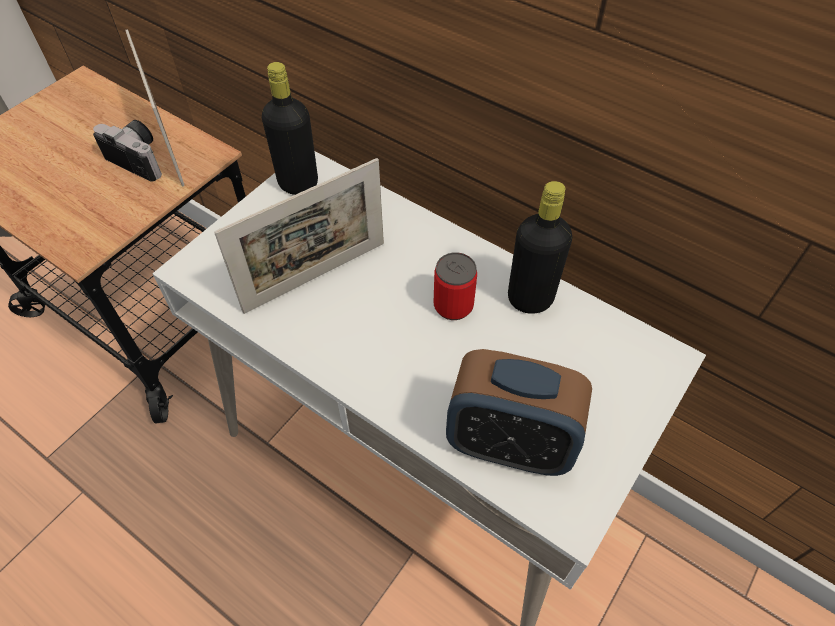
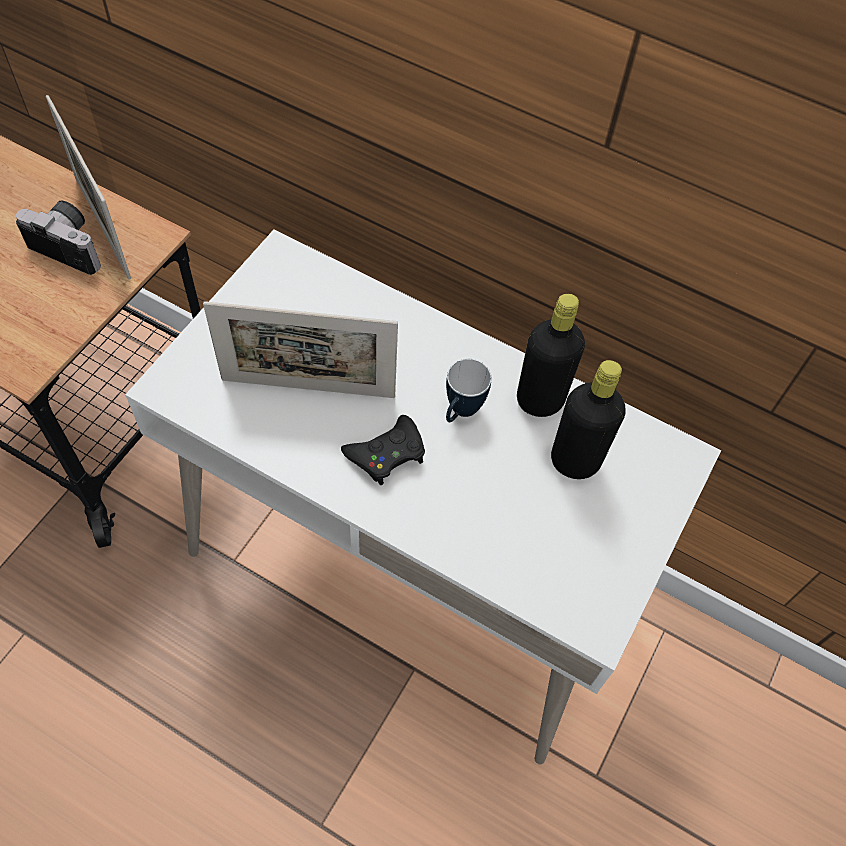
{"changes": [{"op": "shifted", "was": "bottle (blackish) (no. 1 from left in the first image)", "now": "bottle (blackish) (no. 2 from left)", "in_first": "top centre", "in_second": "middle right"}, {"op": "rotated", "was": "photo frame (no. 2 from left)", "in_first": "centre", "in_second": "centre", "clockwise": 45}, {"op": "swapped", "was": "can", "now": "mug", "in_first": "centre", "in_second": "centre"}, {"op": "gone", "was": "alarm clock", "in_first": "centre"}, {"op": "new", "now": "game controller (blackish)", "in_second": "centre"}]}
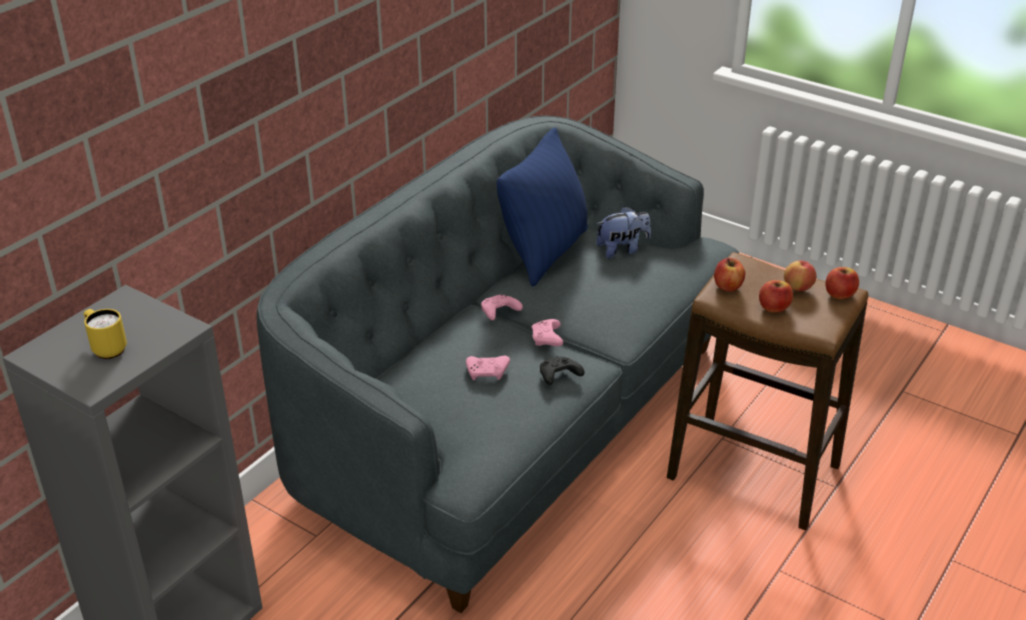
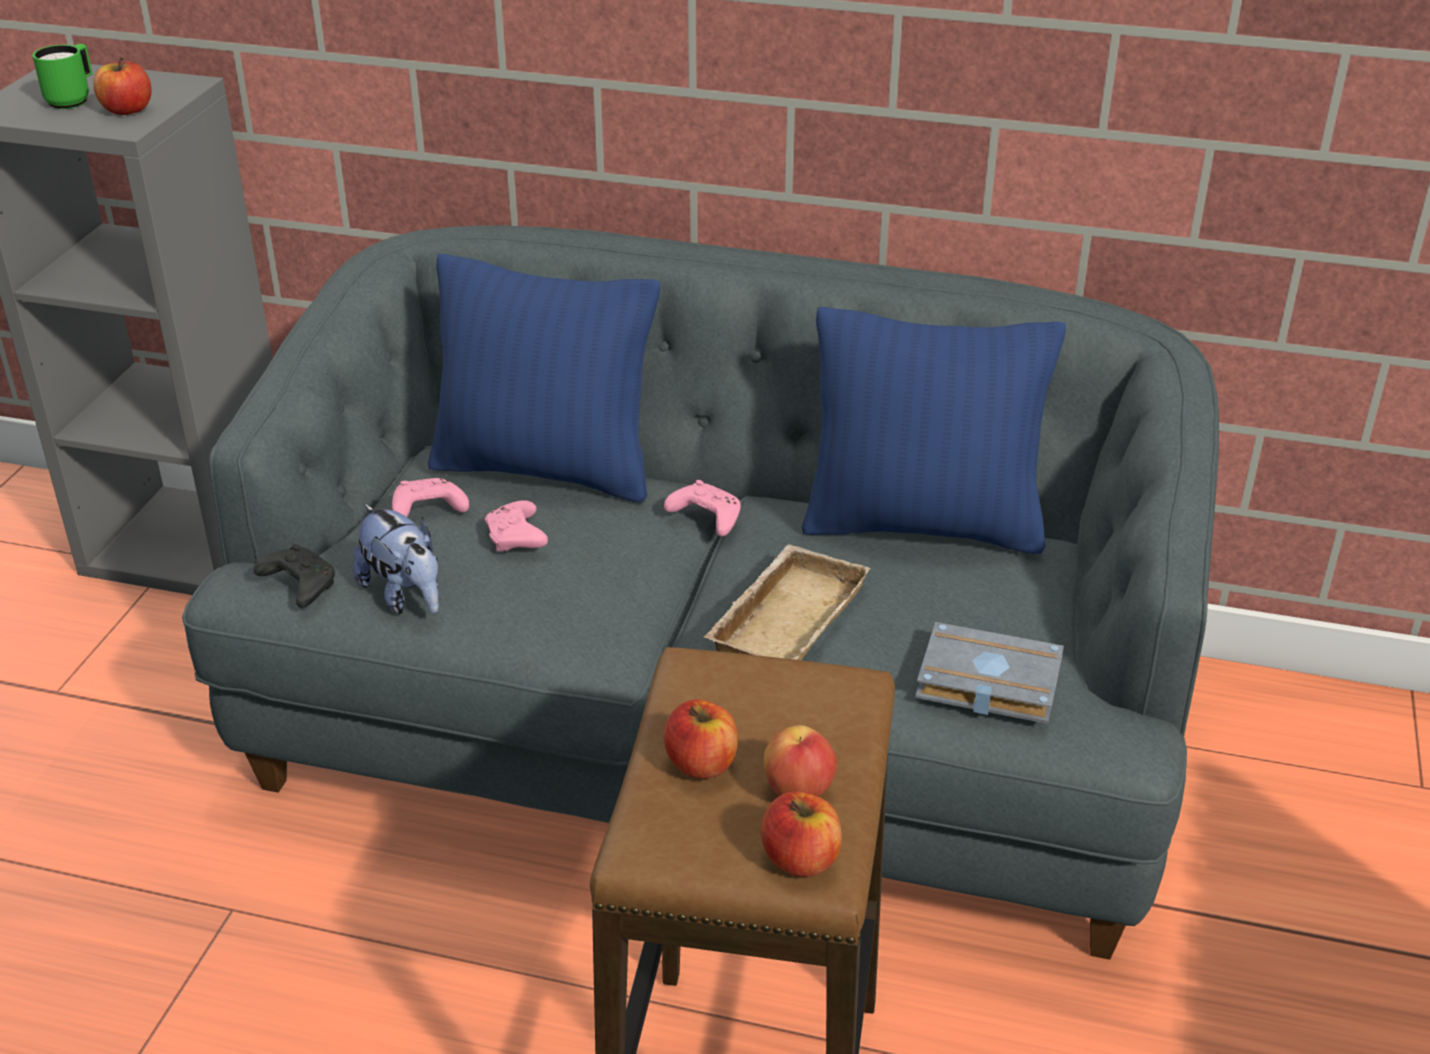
{"changes": [{"op": "shifted", "was": "cuddly toy", "in_first": "centre", "in_second": "middle left"}, {"op": "shifted", "was": "apple (no. 1 from left)", "in_first": "middle right", "in_second": "top left"}, {"op": "repainted", "was": "mug (yellow-coloured)", "now": "mug (greenish)", "in_first": "middle left", "in_second": "top left"}, {"op": "shifted", "was": "game controller (pinkish) (no. 3 from left in the first image)", "now": "game controller (pinkish) (no. 1 from left)", "in_first": "centre", "in_second": "middle left"}, {"op": "shifted", "was": "game controller (blackish)", "in_first": "centre", "in_second": "middle left"}, {"op": "new", "now": "cushion (blue-coloured) (no. 1 from left)", "in_second": "centre"}, {"op": "new", "now": "carrying tray (beige)", "in_second": "centre"}, {"op": "new", "now": "book (gray)", "in_second": "middle right"}]}
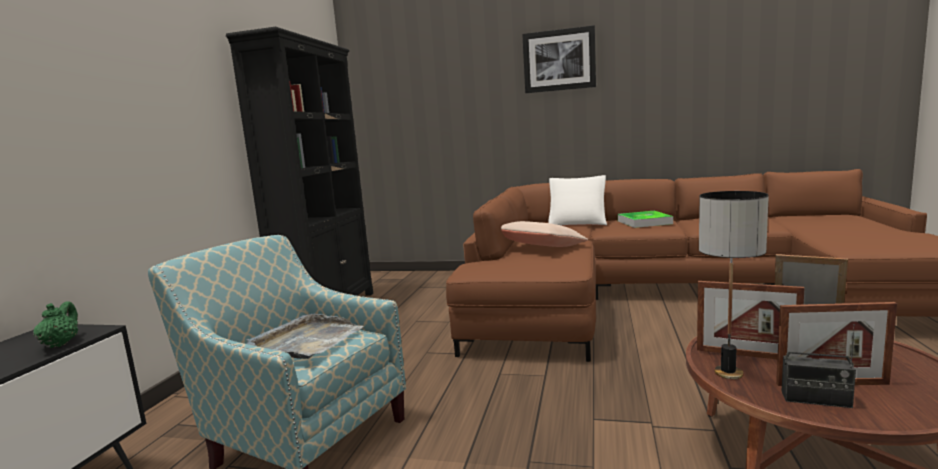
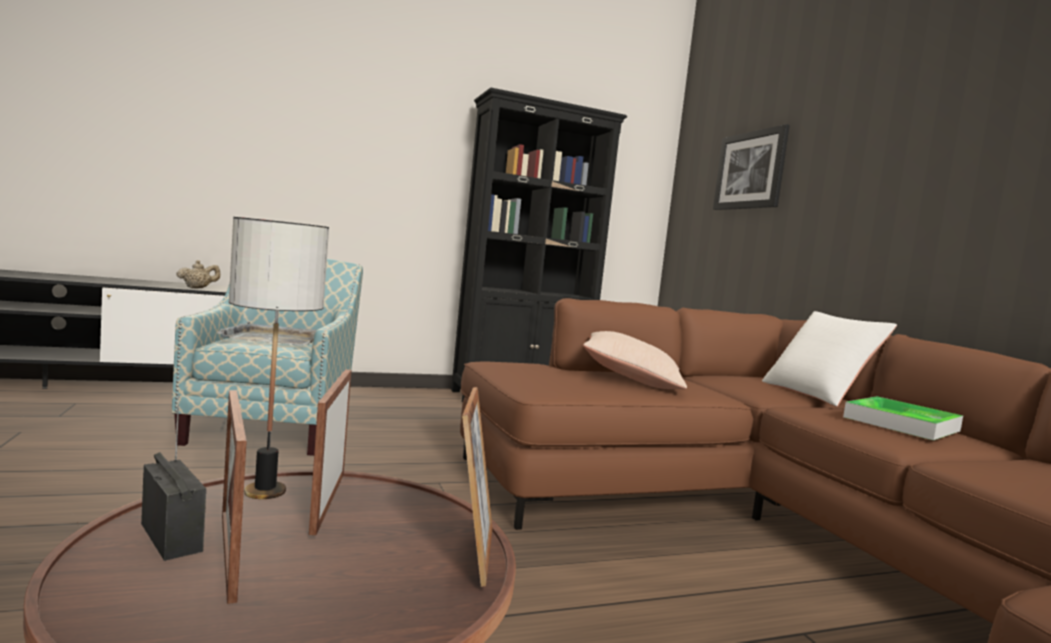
{"changes": [{"op": "shifted", "was": "wall art", "in_first": "top centre", "in_second": "top right"}, {"op": "repainted", "was": "teapot (greenish)", "now": "teapot (beige)", "in_first": "bottom left", "in_second": "middle left"}, {"op": "rotated", "was": "radio receiver", "in_first": "bottom right", "in_second": "bottom left", "clockwise": 150}]}
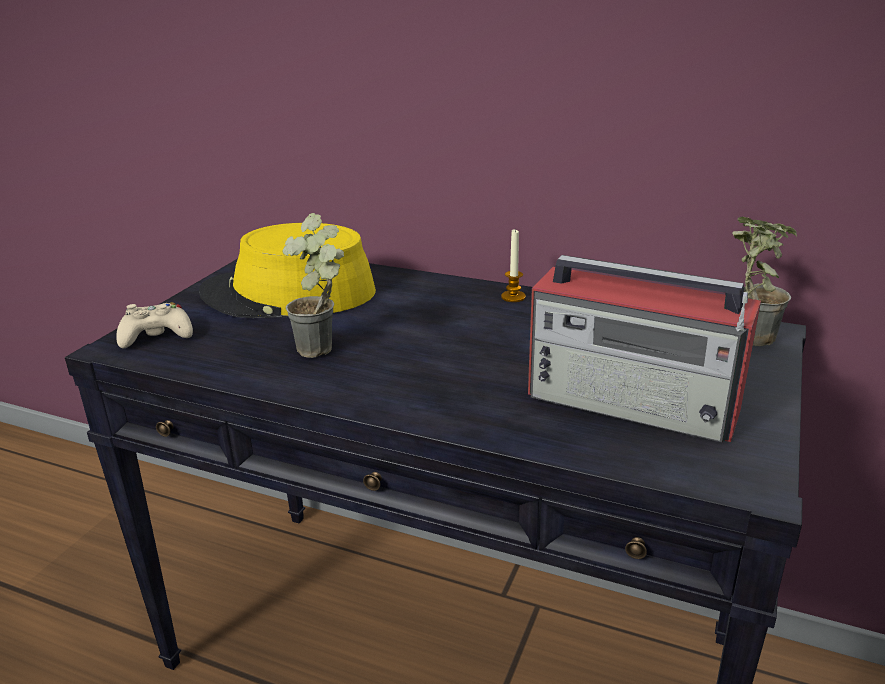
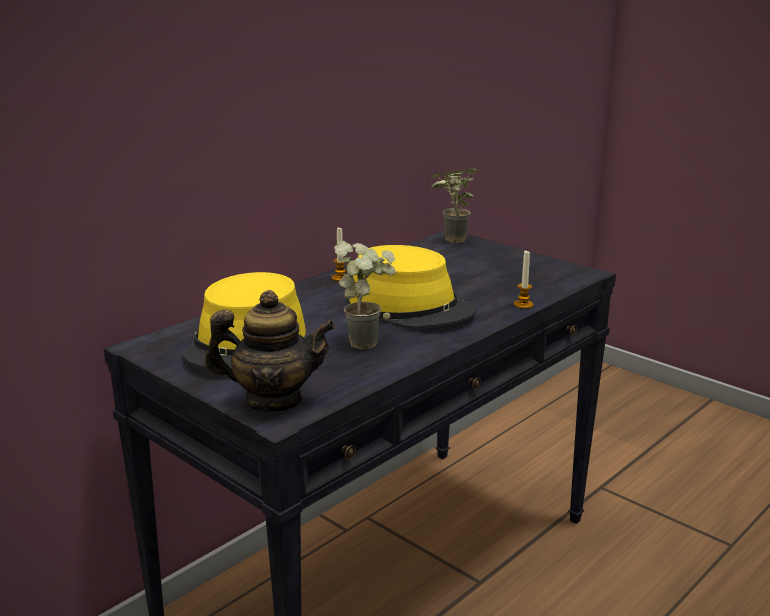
{"changes": [{"op": "gone", "was": "radio receiver", "in_first": "middle right"}, {"op": "swapped", "was": "game controller (beige)", "now": "teapot", "in_first": "middle left", "in_second": "centre"}, {"op": "new", "now": "hat (yellow-coloured) (no. 2 from left)", "in_second": "centre"}, {"op": "new", "now": "candle (no. 2 from left)", "in_second": "middle right"}]}
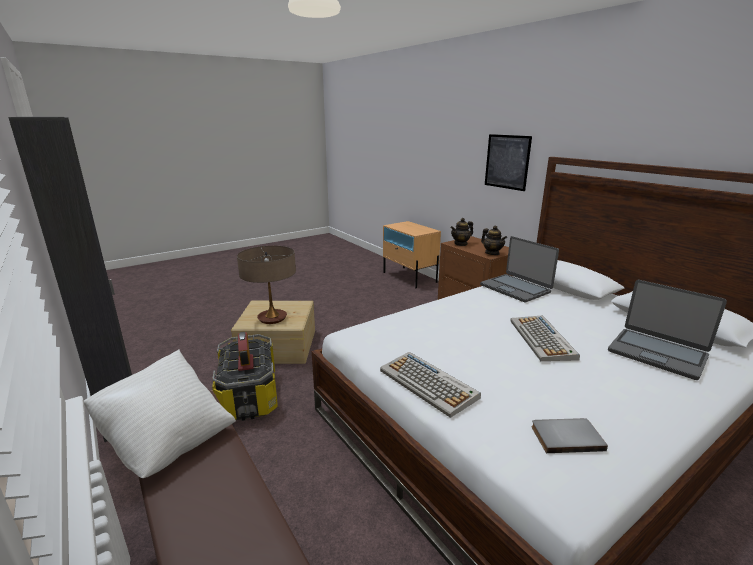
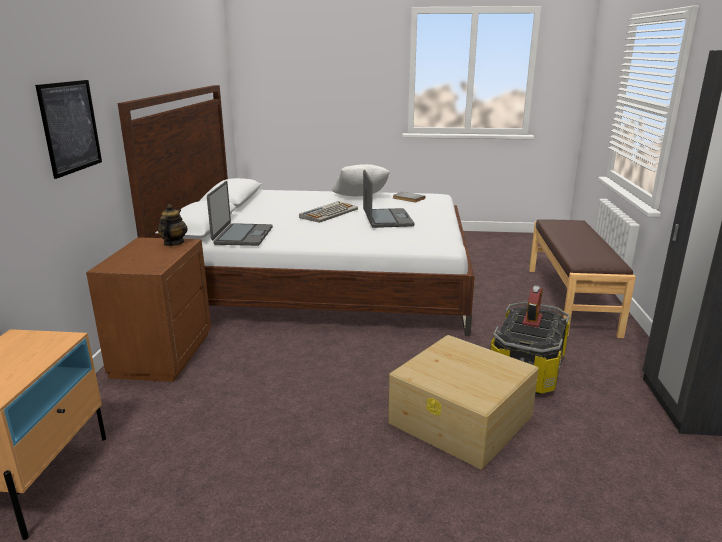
{"changes": [{"op": "gone", "was": "teapot (no. 1 from left)", "in_first": "centre"}, {"op": "gone", "was": "table lamp", "in_first": "centre"}, {"op": "shifted", "was": "portable computer (no. 2 from left)", "in_first": "middle right", "in_second": "centre"}, {"op": "shifted", "was": "cushion (whitish)", "in_first": "bottom left", "in_second": "top centre"}, {"op": "gone", "was": "PC keyboard (no. 1 from left)", "in_first": "bottom centre"}]}
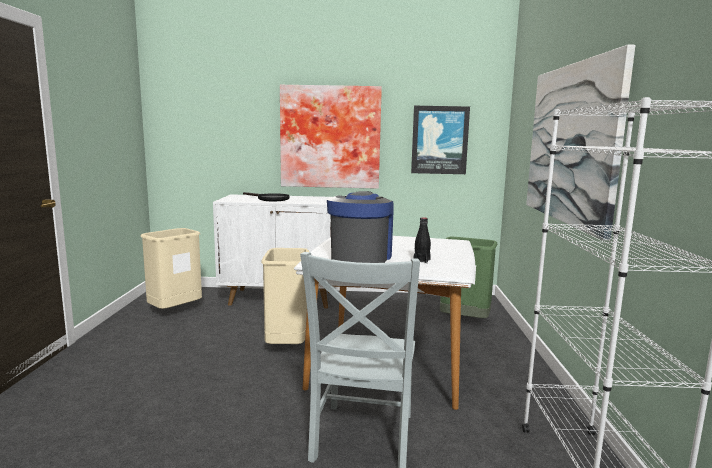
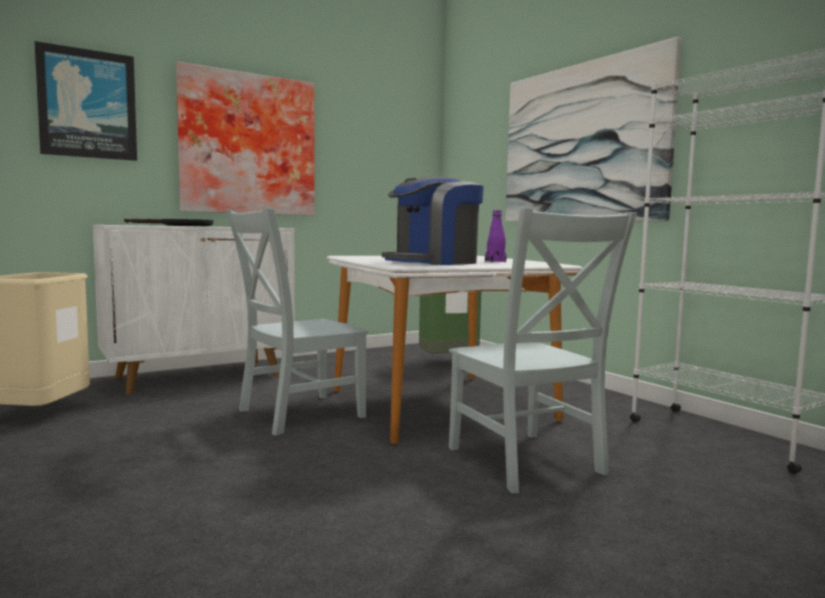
{"changes": [{"op": "shifted", "was": "wall art (no. 2 from left in the first image)", "now": "wall art (no. 1 from left)", "in_first": "top centre", "in_second": "top left"}, {"op": "rotated", "was": "coffee brewer", "in_first": "centre", "in_second": "centre", "clockwise": -105}, {"op": "repainted", "was": "bottle (blackish)", "now": "bottle (purple)", "in_first": "centre", "in_second": "centre"}, {"op": "swapped", "was": "rubbish bin (beige) (no. 2 from left)", "now": "chair (gray) (no. 1 from left)", "in_first": "centre", "in_second": "centre"}]}
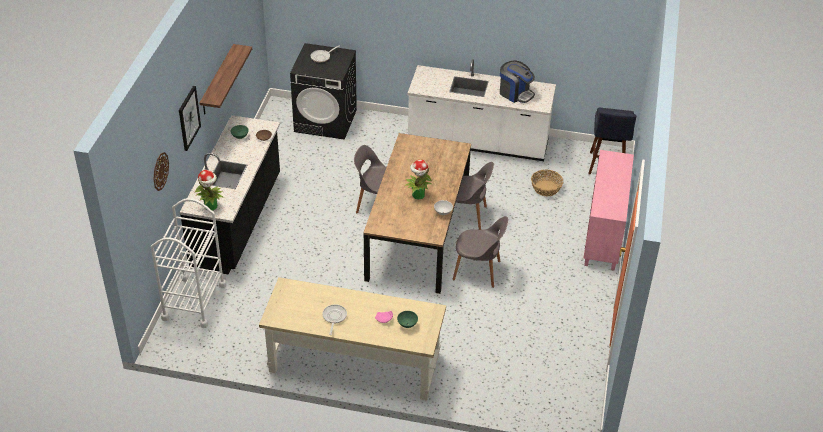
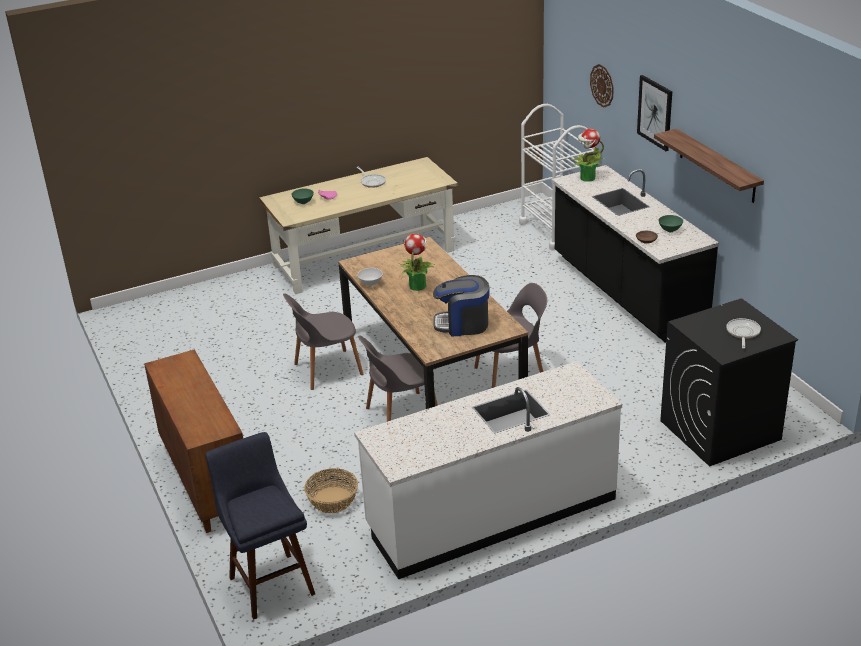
{"changes": [{"op": "shifted", "was": "coffee brewer", "in_first": "top centre", "in_second": "centre"}, {"op": "repainted", "was": "cupboard (pinkish)", "now": "cupboard (brown-coloured)", "in_first": "middle right", "in_second": "bottom left"}]}
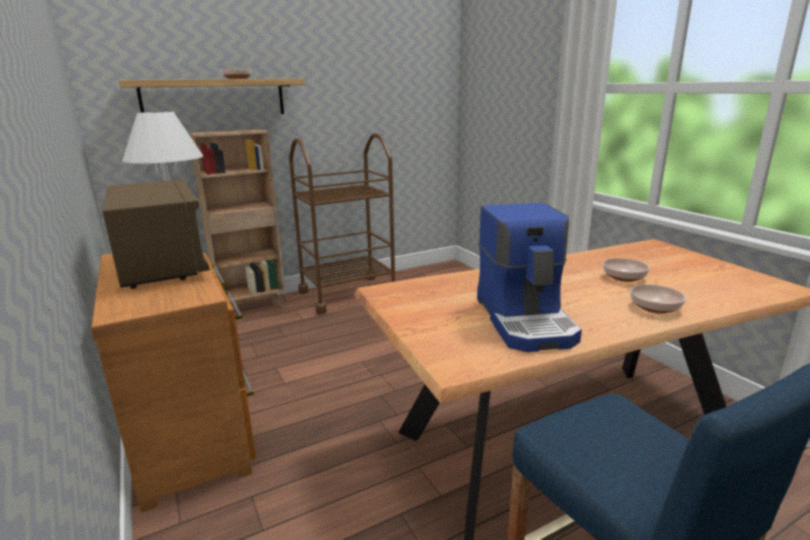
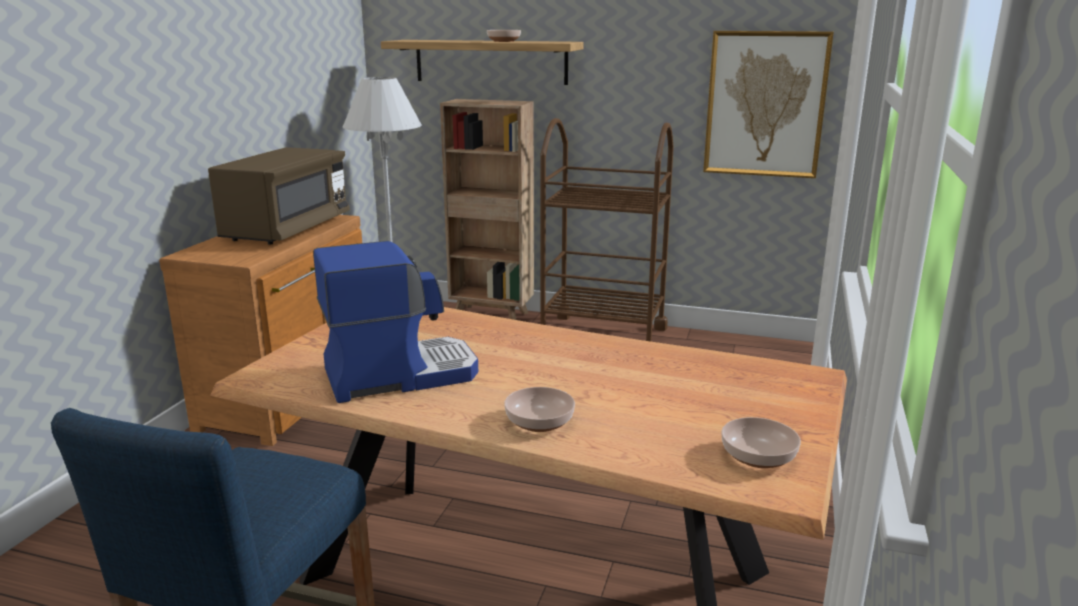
{"changes": [{"op": "rotated", "was": "coffee brewer", "in_first": "centre", "in_second": "centre", "clockwise": -150}, {"op": "shifted", "was": "deep dish (no. 2 from left in the first image)", "now": "deep dish (no. 3 from left)", "in_first": "middle right", "in_second": "bottom right"}, {"op": "new", "now": "wall art", "in_second": "top right"}]}
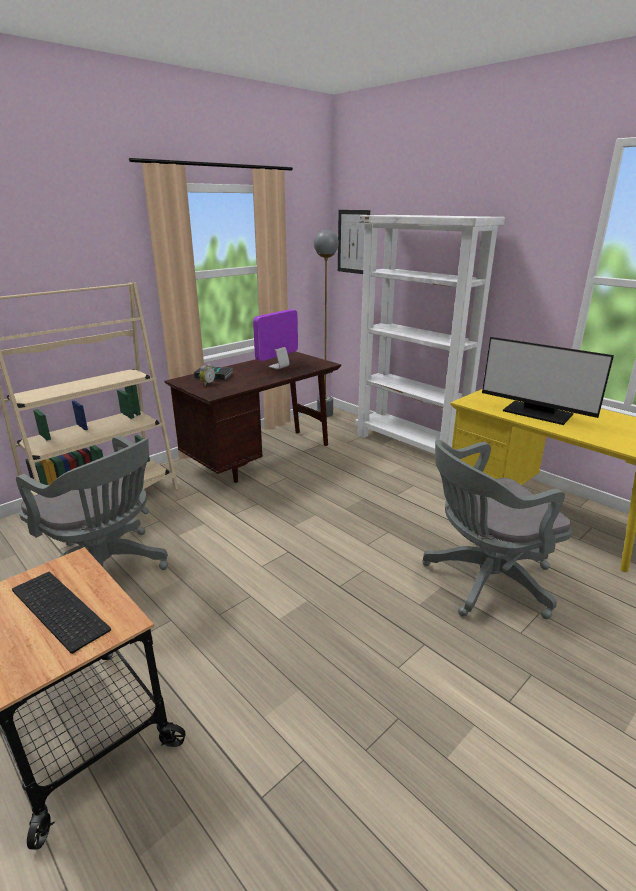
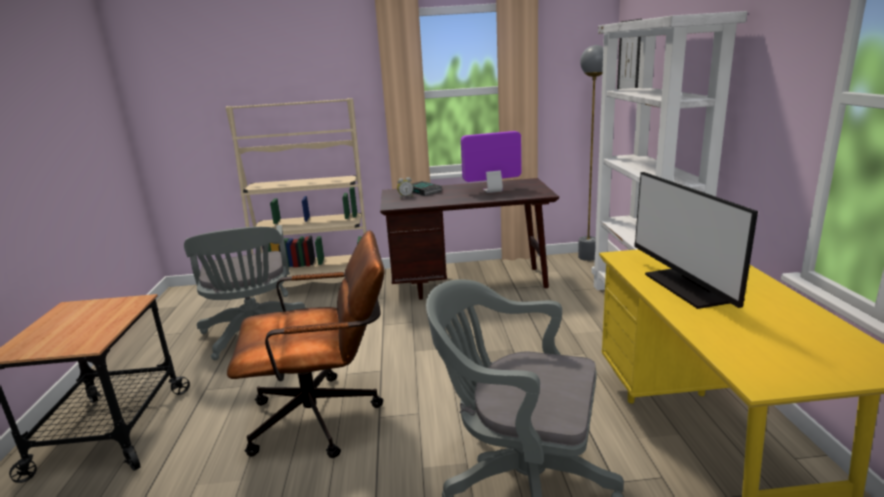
{"changes": [{"op": "gone", "was": "PC keyboard", "in_first": "bottom left"}, {"op": "new", "now": "office chair (brown-coloured)", "in_second": "bottom centre"}]}
